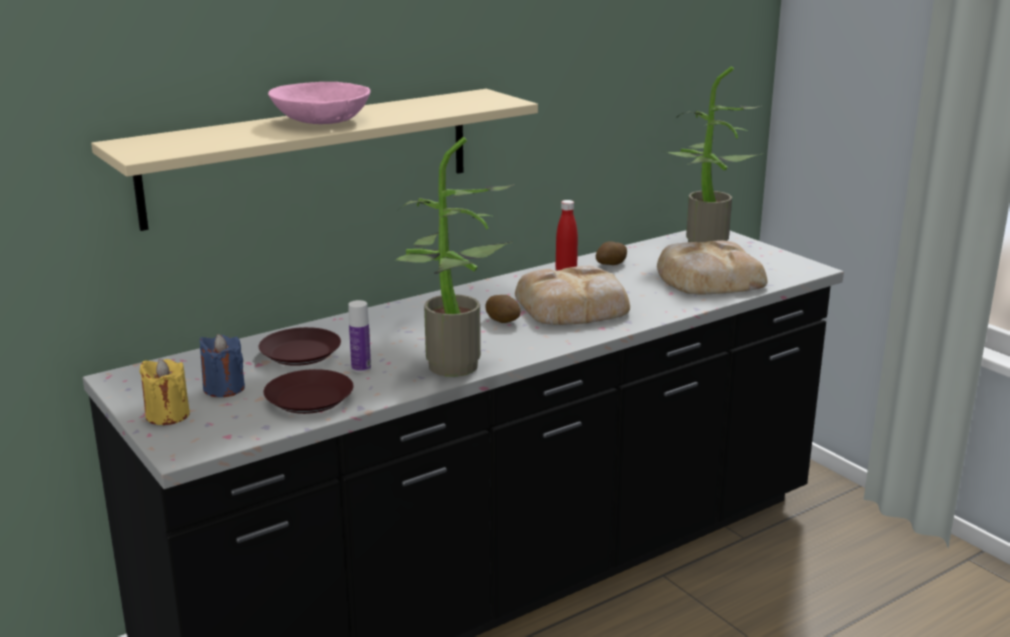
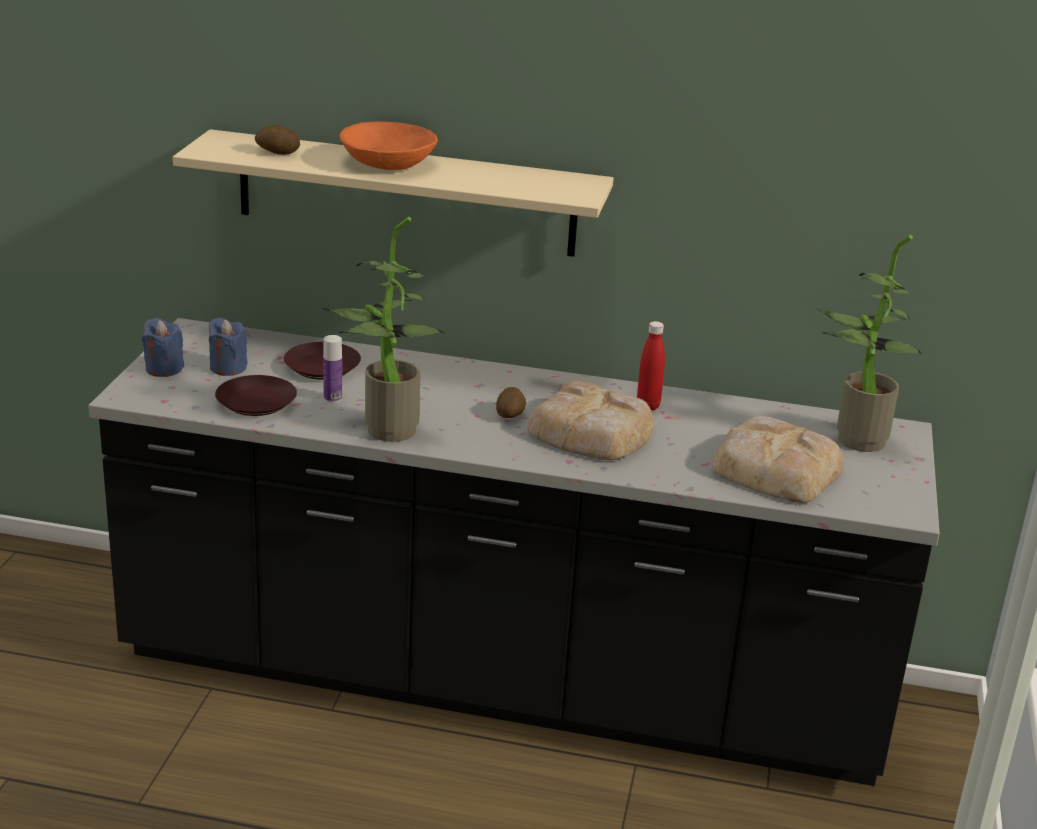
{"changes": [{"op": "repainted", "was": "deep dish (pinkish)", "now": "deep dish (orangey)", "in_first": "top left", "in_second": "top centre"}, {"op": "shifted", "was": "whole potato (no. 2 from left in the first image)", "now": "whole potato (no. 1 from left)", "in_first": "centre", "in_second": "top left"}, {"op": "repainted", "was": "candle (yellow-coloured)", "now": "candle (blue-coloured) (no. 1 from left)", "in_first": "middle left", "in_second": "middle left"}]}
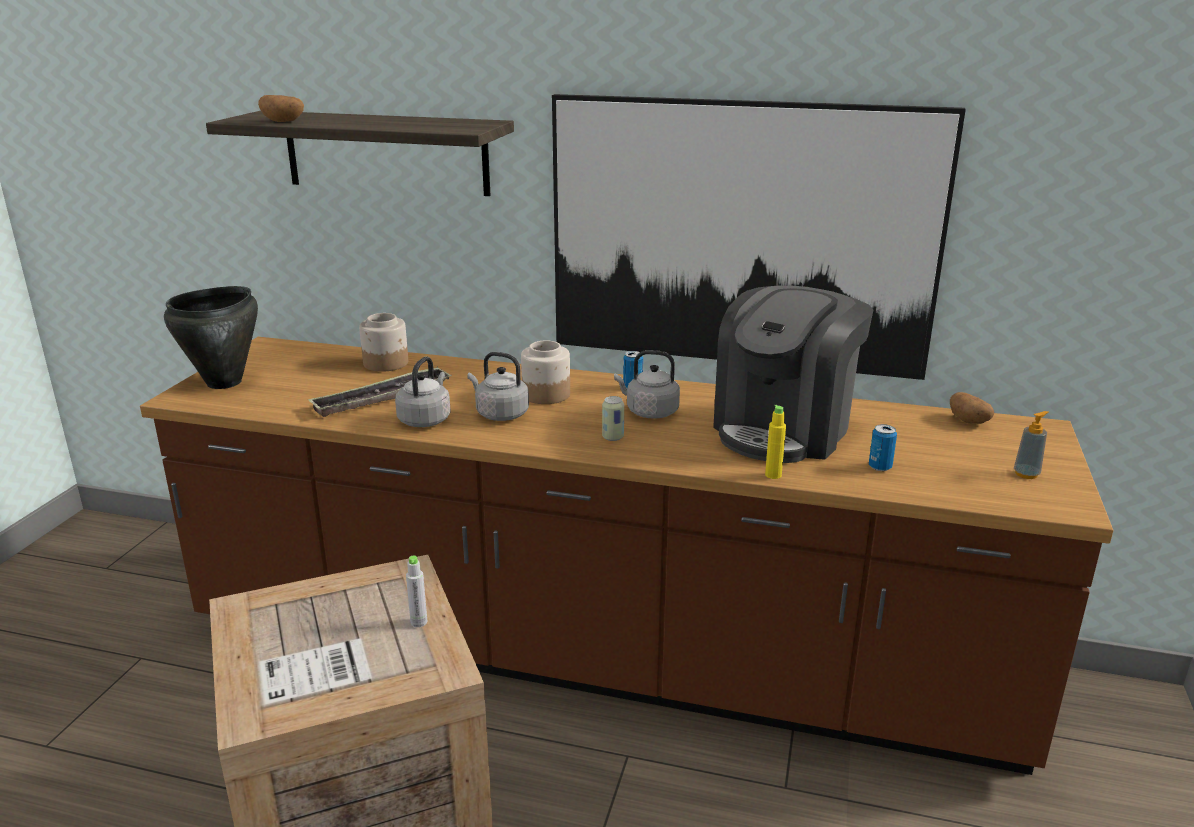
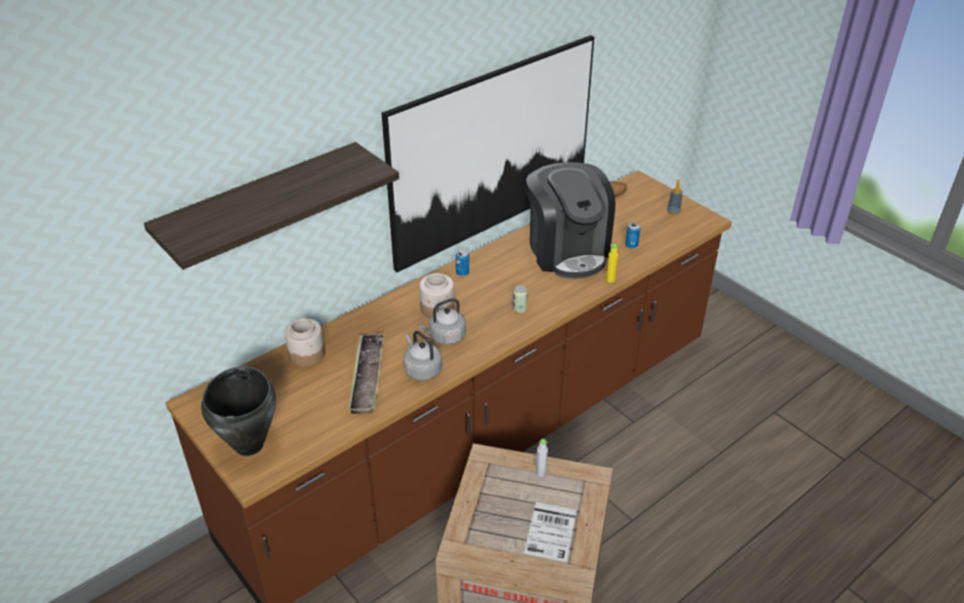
{"changes": [{"op": "gone", "was": "whole potato (no. 1 from left)", "in_first": "top left"}, {"op": "gone", "was": "water kettle (gray) (no. 3 from left)", "in_first": "centre"}]}
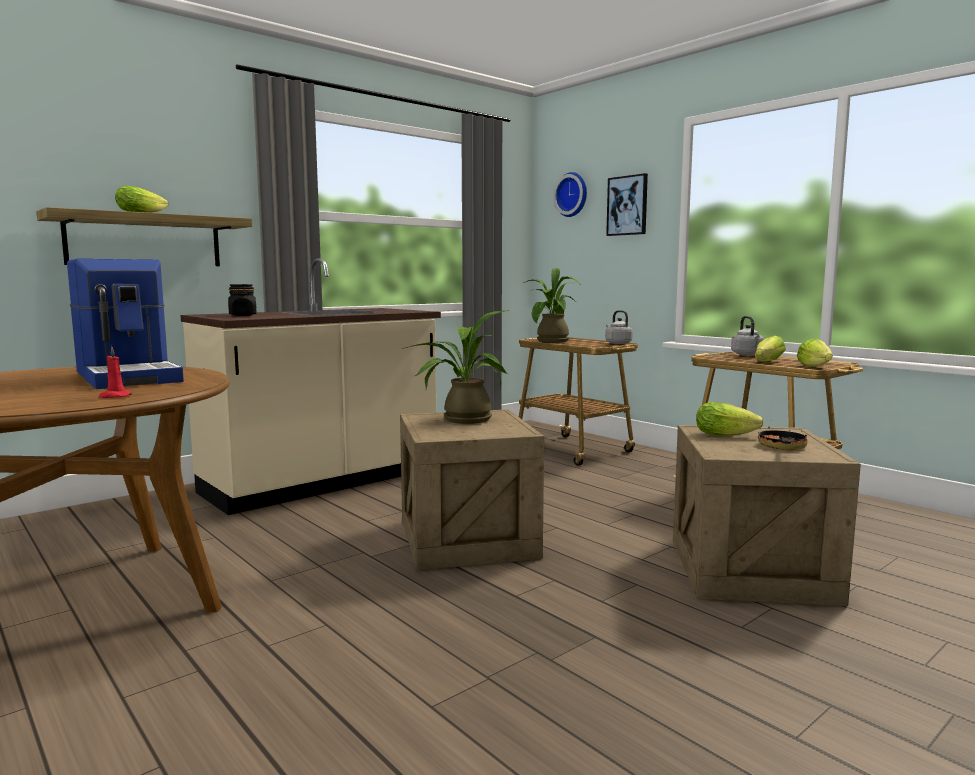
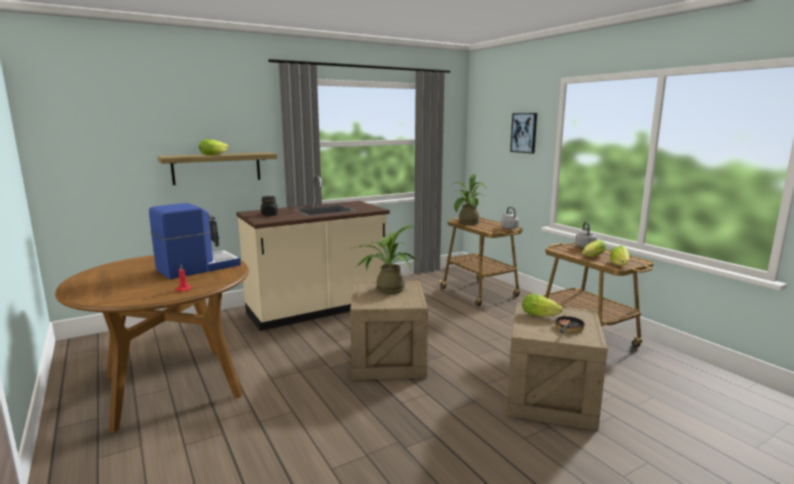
{"changes": [{"op": "gone", "was": "clock on the wall", "in_first": "top centre"}, {"op": "rotated", "was": "coffee brewer", "in_first": "middle left", "in_second": "middle left", "clockwise": -105}]}
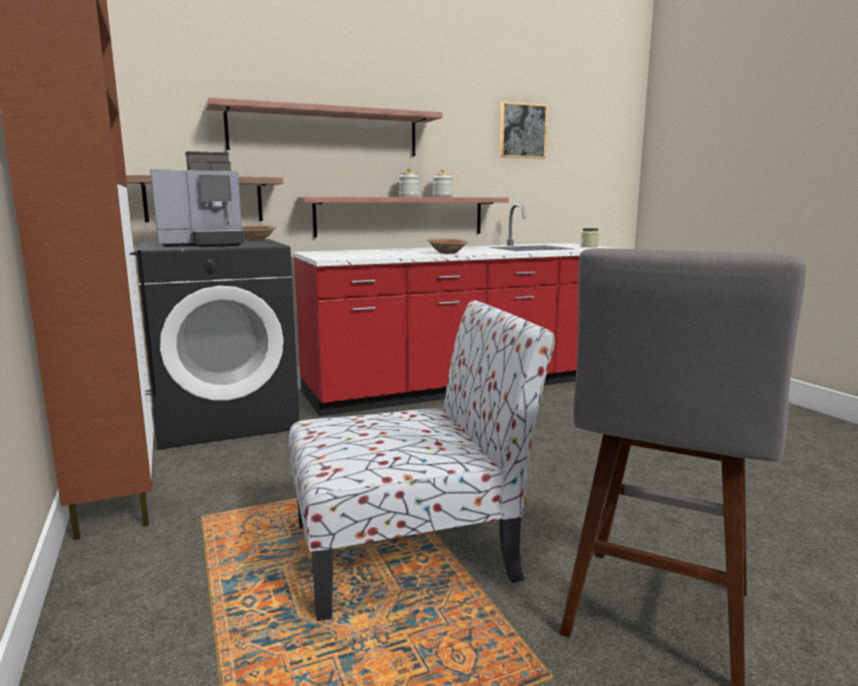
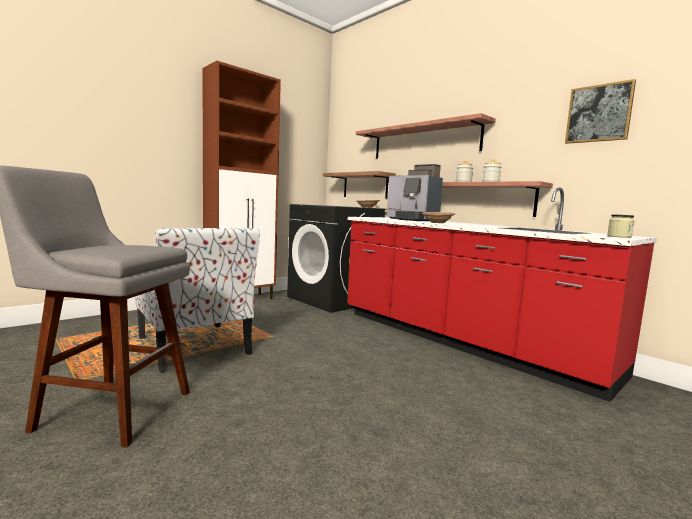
{"changes": [{"op": "shifted", "was": "coffee brewer", "in_first": "top left", "in_second": "centre"}]}
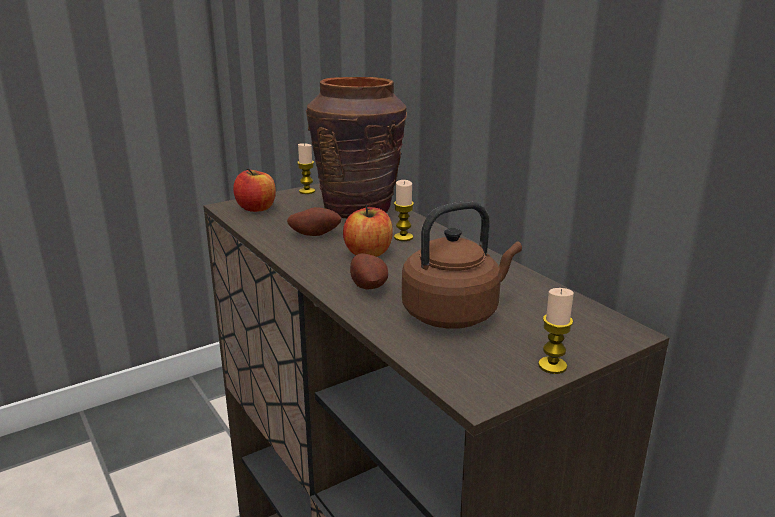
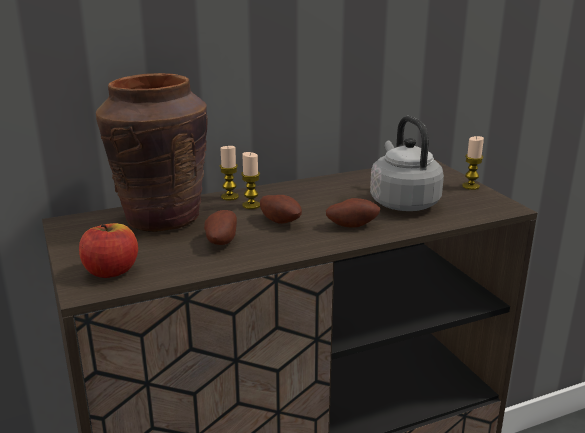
{"changes": [{"op": "shifted", "was": "candle (no. 1 from left)", "in_first": "top centre", "in_second": "centre"}, {"op": "repainted", "was": "water kettle (brown-coloured)", "now": "water kettle (gray)", "in_first": "centre", "in_second": "middle right"}, {"op": "swapped", "was": "apple (no. 2 from left)", "now": "whole potato (no. 2 from left)", "in_first": "centre", "in_second": "centre"}]}
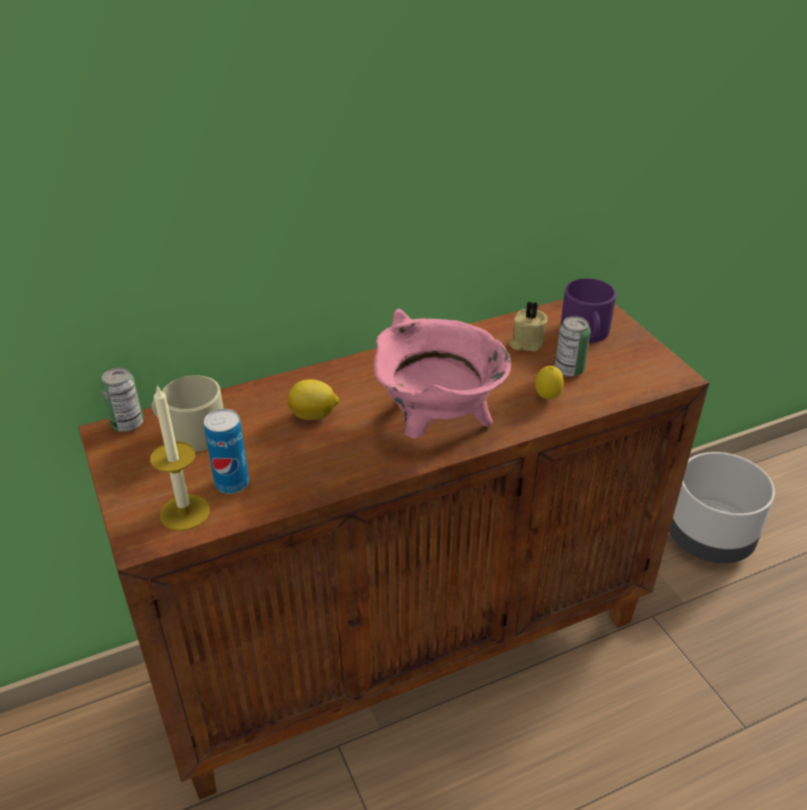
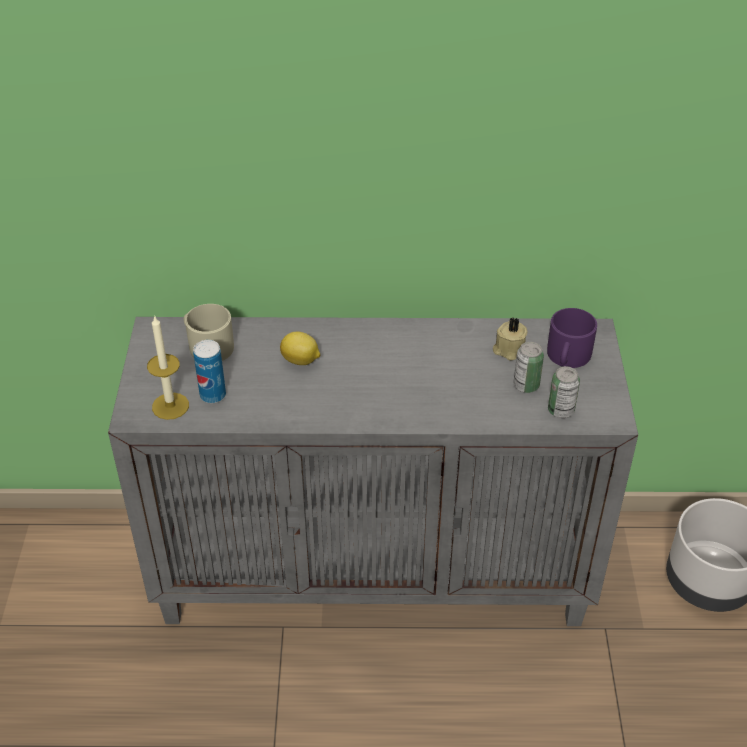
{"changes": [{"op": "repainted", "was": "cupboard (brown-coloured)", "now": "cupboard (gray)", "in_first": "bottom centre", "in_second": "centre"}, {"op": "gone", "was": "saucepot (pinkish)", "in_first": "centre"}, {"op": "gone", "was": "whole lemon (no. 2 from left)", "in_first": "middle right"}, {"op": "shifted", "was": "can (no. 1 from left in the first image)", "now": "can (no. 3 from left)", "in_first": "middle left", "in_second": "middle right"}]}
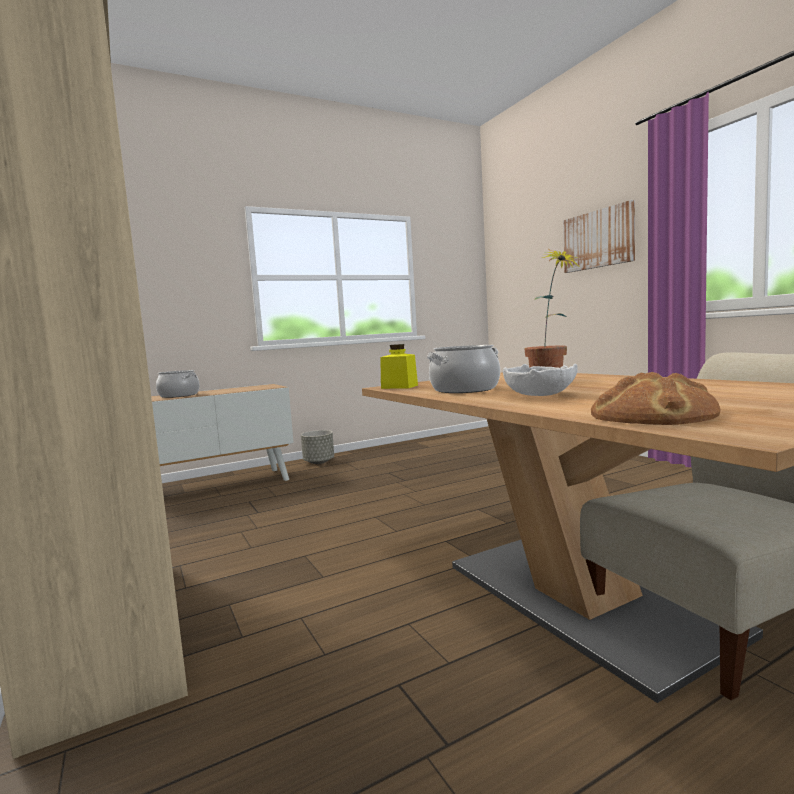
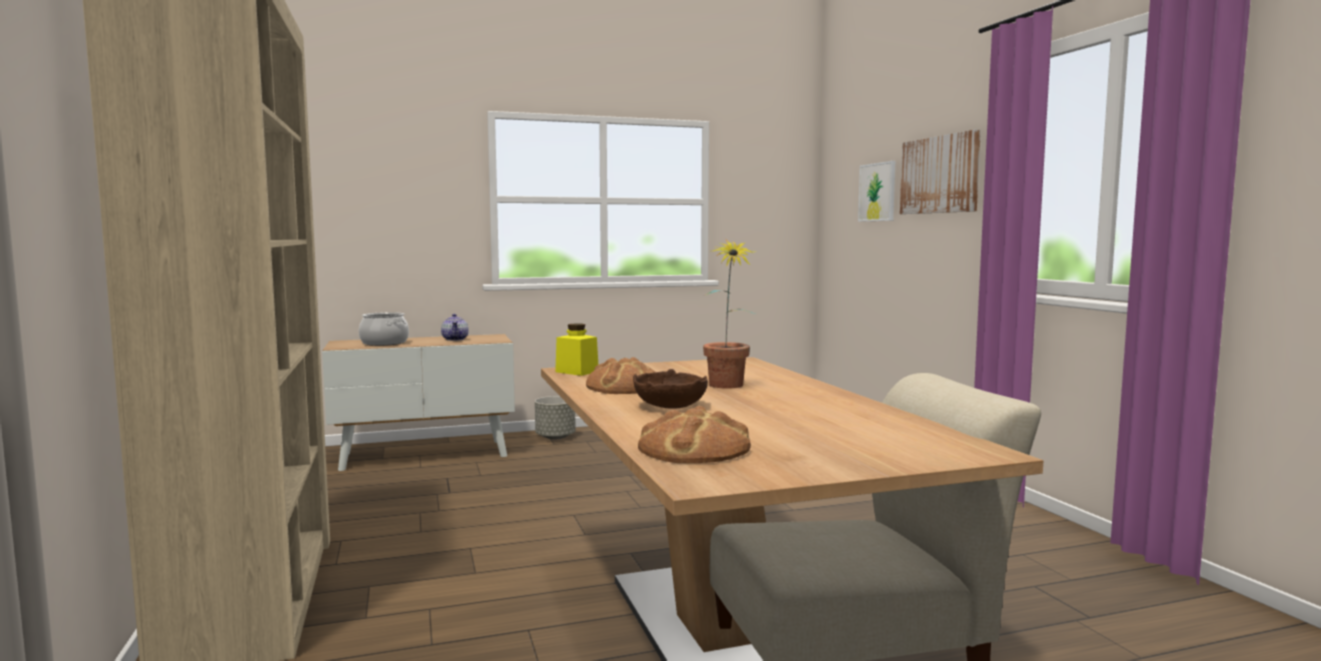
{"changes": [{"op": "swapped", "was": "saucepot (no. 2 from left)", "now": "baked bread (no. 1 from left)", "in_first": "centre", "in_second": "centre"}, {"op": "repainted", "was": "deep dish (whitish)", "now": "deep dish (brown-coloured)", "in_first": "middle right", "in_second": "centre"}, {"op": "new", "now": "wall art (no. 1 from left)", "in_second": "top centre"}, {"op": "new", "now": "teapot", "in_second": "centre"}]}
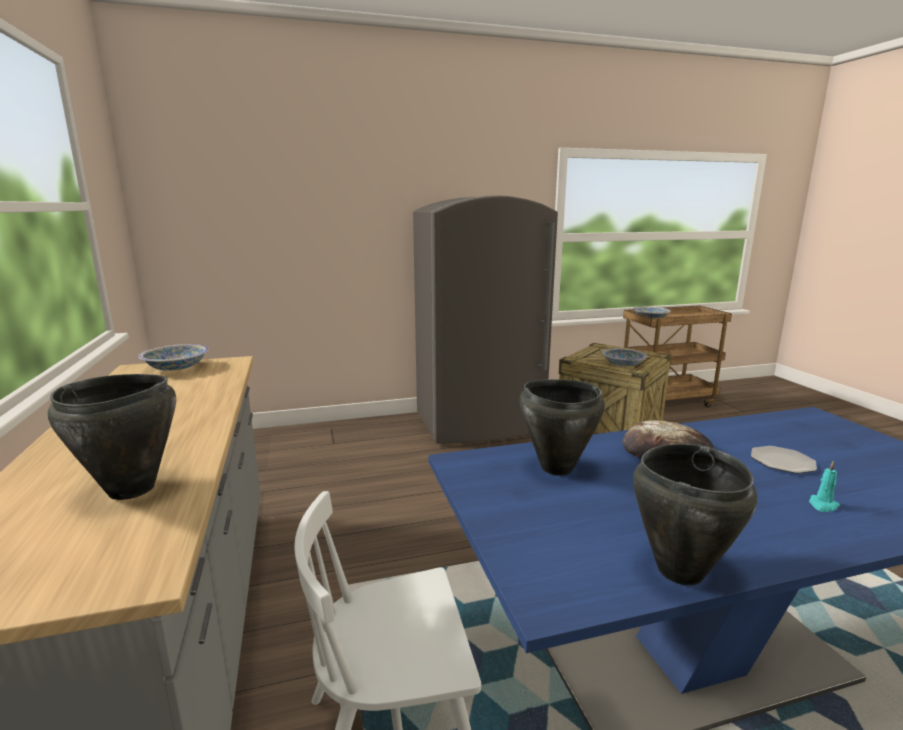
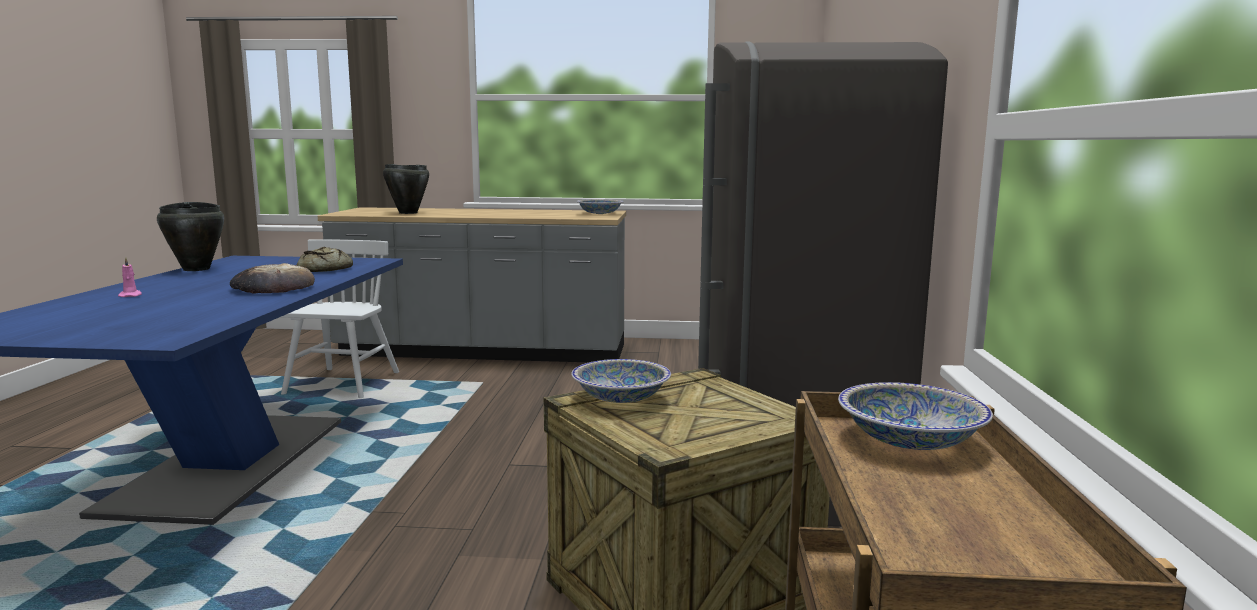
{"changes": [{"op": "swapped", "was": "saucepot (blackish) (no. 2 from left)", "now": "baked bread (no. 2 from left)", "in_first": "centre", "in_second": "middle left"}, {"op": "gone", "was": "dinner plate", "in_first": "middle right"}, {"op": "repainted", "was": "candle (turquoise)", "now": "candle (pinkish)", "in_first": "middle right", "in_second": "middle left"}]}
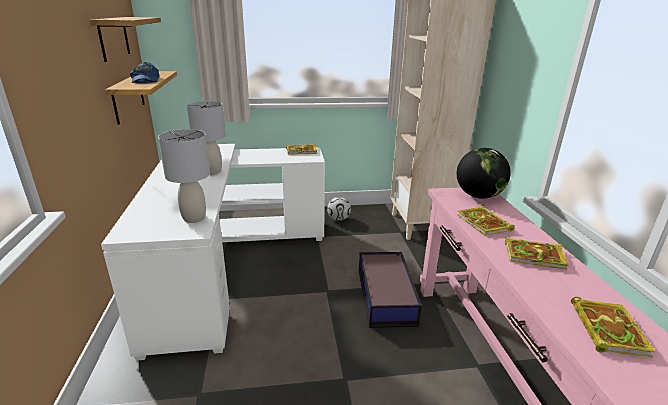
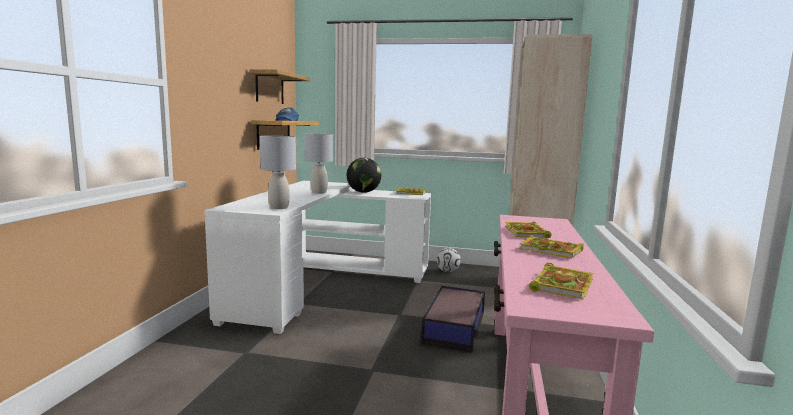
{"changes": [{"op": "shifted", "was": "world globe", "in_first": "middle right", "in_second": "centre"}]}
